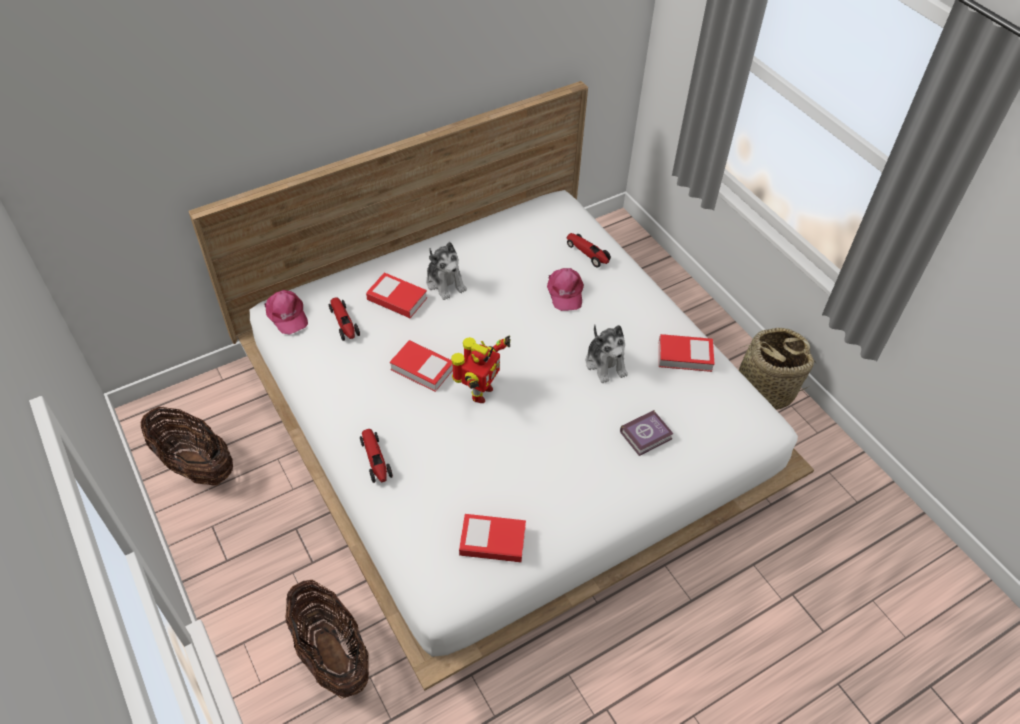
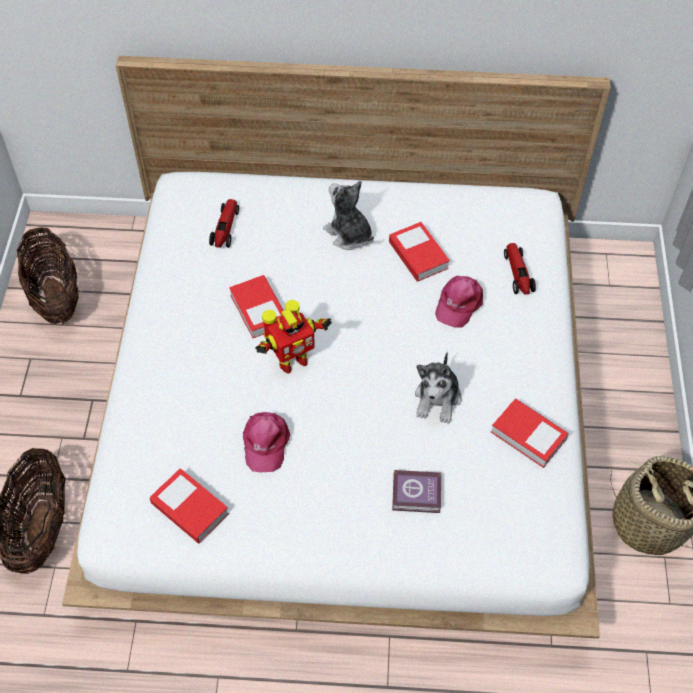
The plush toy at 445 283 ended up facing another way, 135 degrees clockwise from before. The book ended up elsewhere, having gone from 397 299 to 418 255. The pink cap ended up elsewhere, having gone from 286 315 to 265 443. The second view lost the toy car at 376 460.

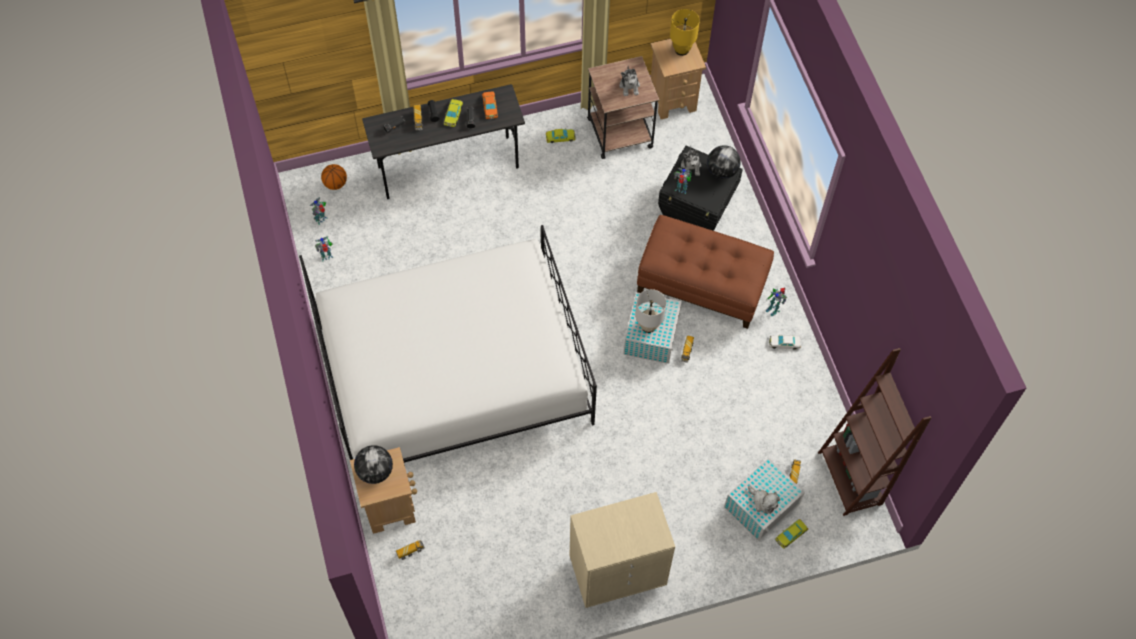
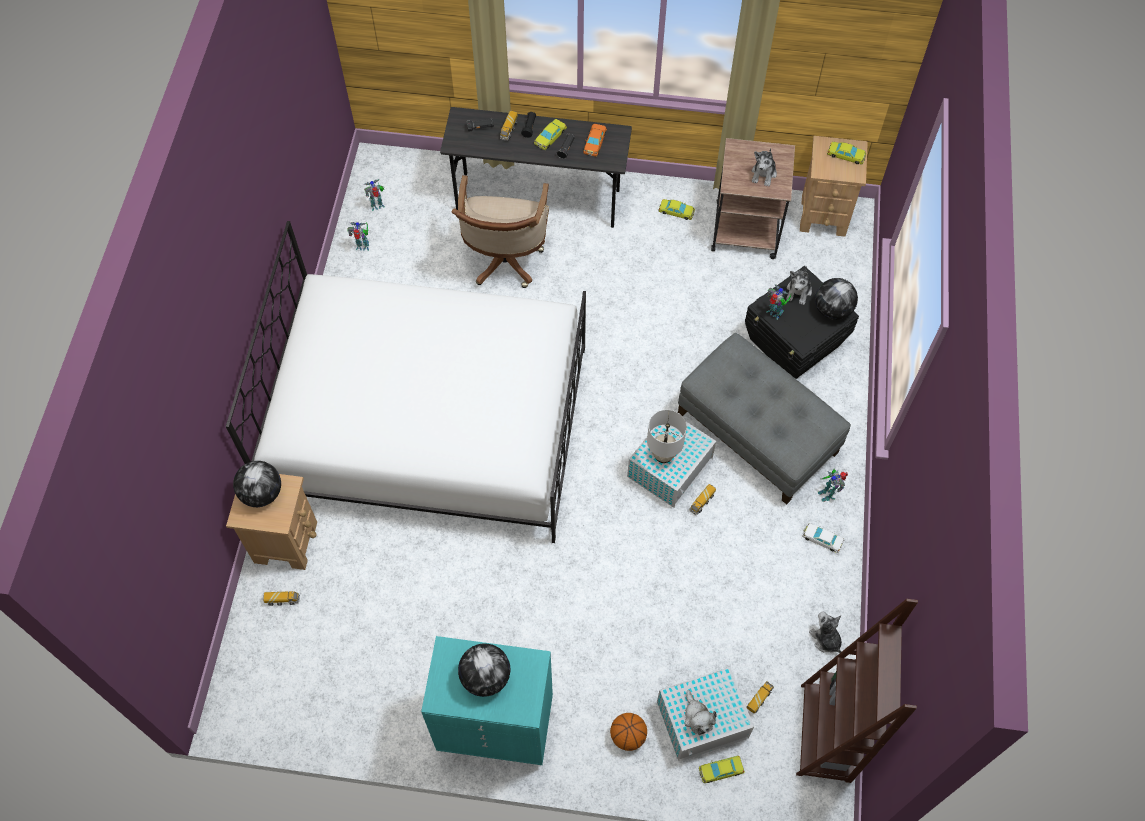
Where the yellow table lamp stood at 681 50, the yellow toy car came to stand at 846 155. The basketball ended up elsewhere, having gone from 335 184 to 628 736. What was the brown ottoman at 701 285 turned into the grey ottoman at 756 433. What was the beige cabinet at 616 573 turned into the turquoise cabinet at 494 725. The second view gained the office chair at 505 263. The second view gained the plush toy at 825 639. The second view gained the globe at 485 677.

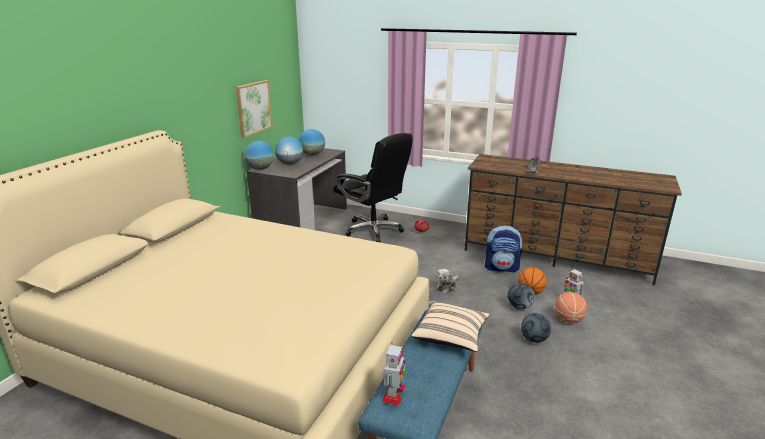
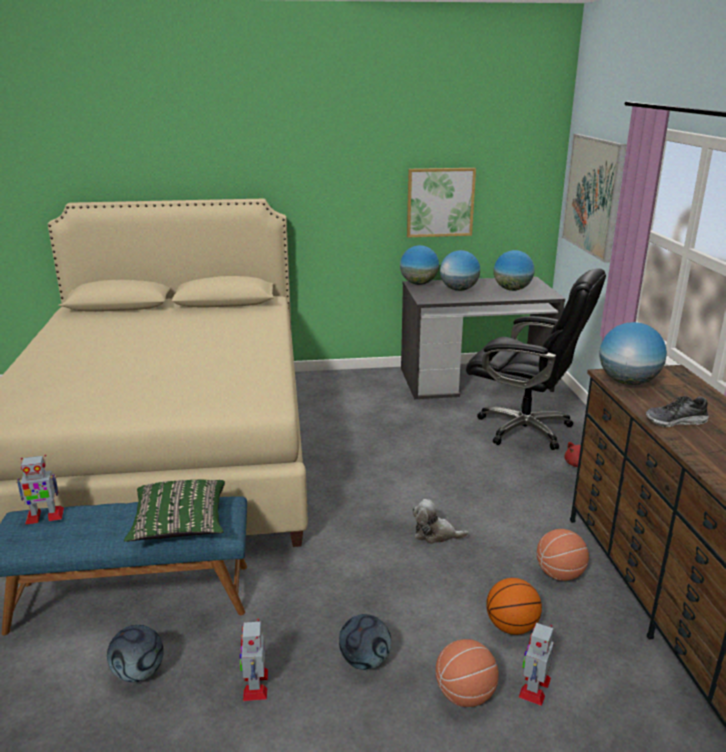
The black office chair at 372 229 ended up facing another way, 75 degrees counterclockwise from before. Where the backpack stood at 502 268, the basketball came to stand at 560 574. The football ended up elsewhere, having gone from 519 307 to 138 673. What was the beige pillow at 450 336 turned into the green pillow at 179 525. The second view gained the picture at 593 195. The second view gained the globe at 628 382. The second view gained the toy robot at 255 684.

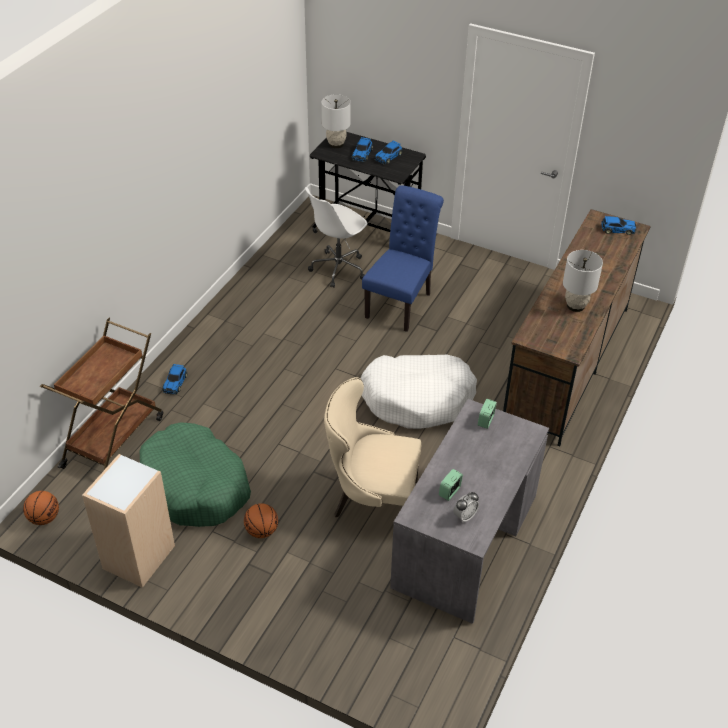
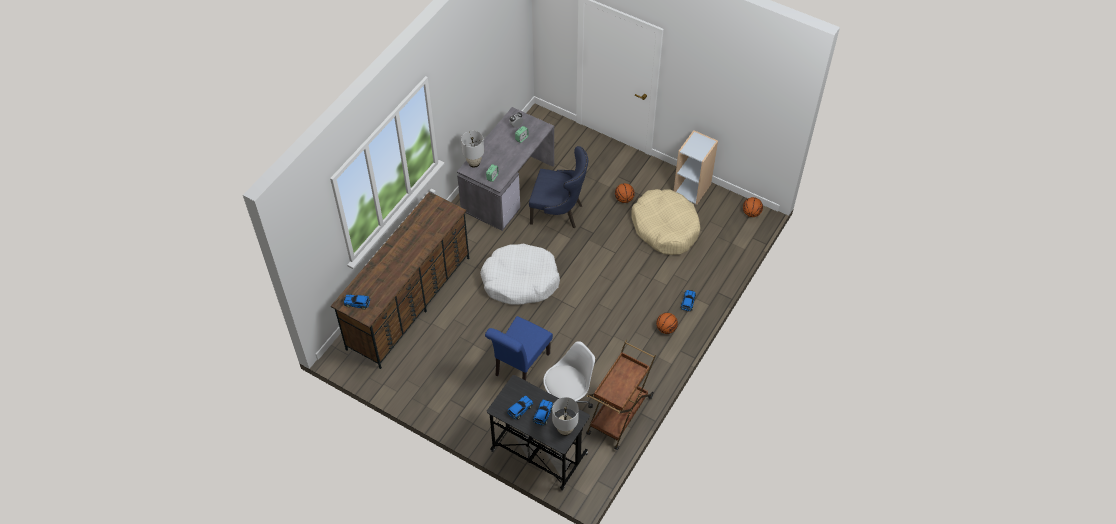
The white table lamp ended up elsewhere, having gone from 575 306 to 474 163. The brown cart ended up elsewhere, having gone from 114 442 to 619 415. What was the beige chair at 372 501 turned into the blue chair at 559 212. What was the green dog bed at 195 486 turned into the beige dog bed at 665 227. The second view gained the basketball at 666 329.

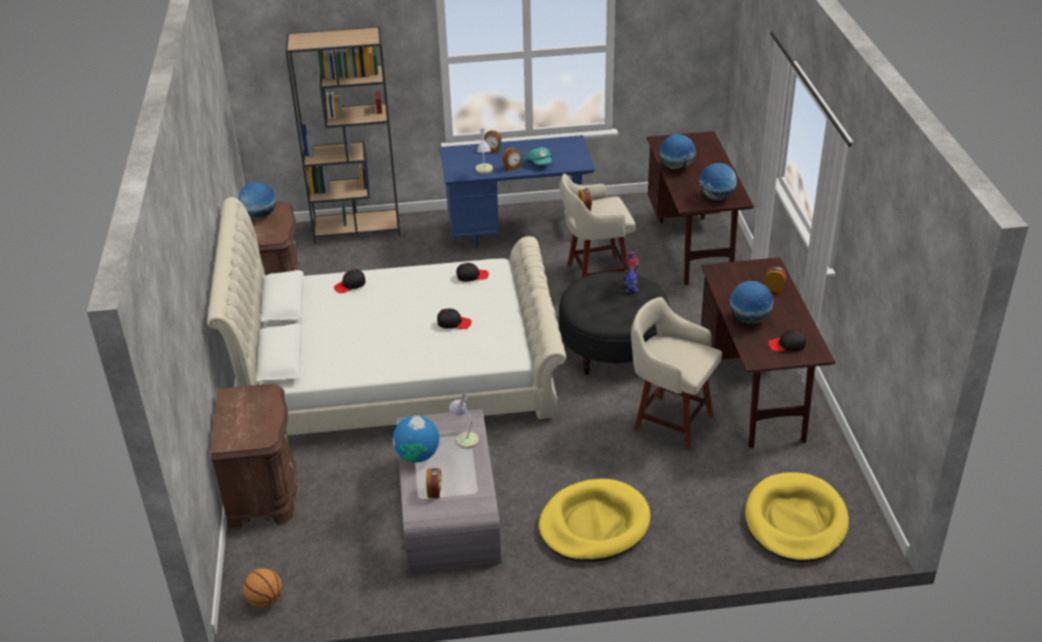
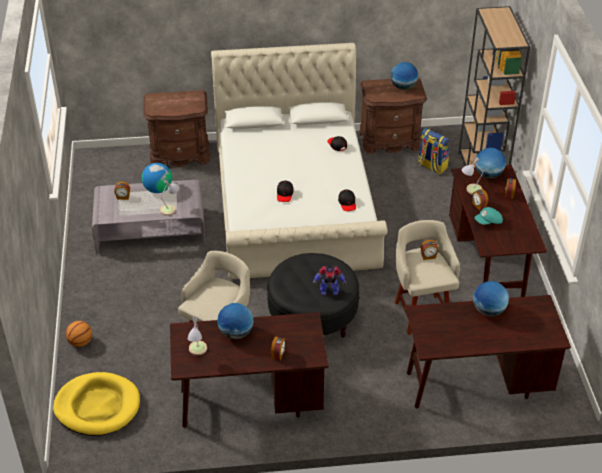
What was the blue desk at 518 231 turned into the brown desk at 488 266. The globe ended up elsewhere, having gone from 716 197 to 488 174. Where the black cap stood at 787 345, the table lamp came to stand at 197 351. The second view lost the yellow dog bed at 594 524. The basketball ended up elsewhere, having gone from 265 600 to 80 342. The second view gained the backpack at 431 166.

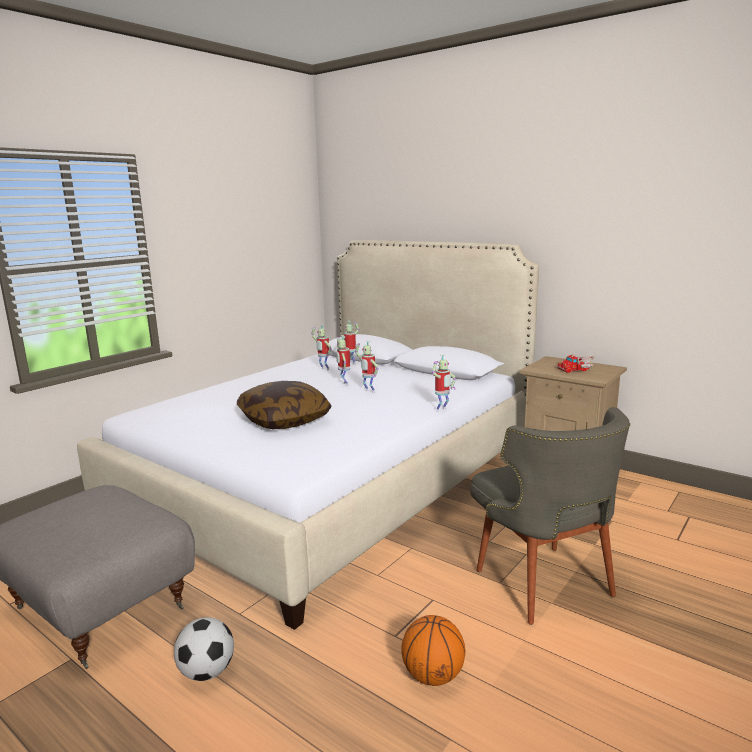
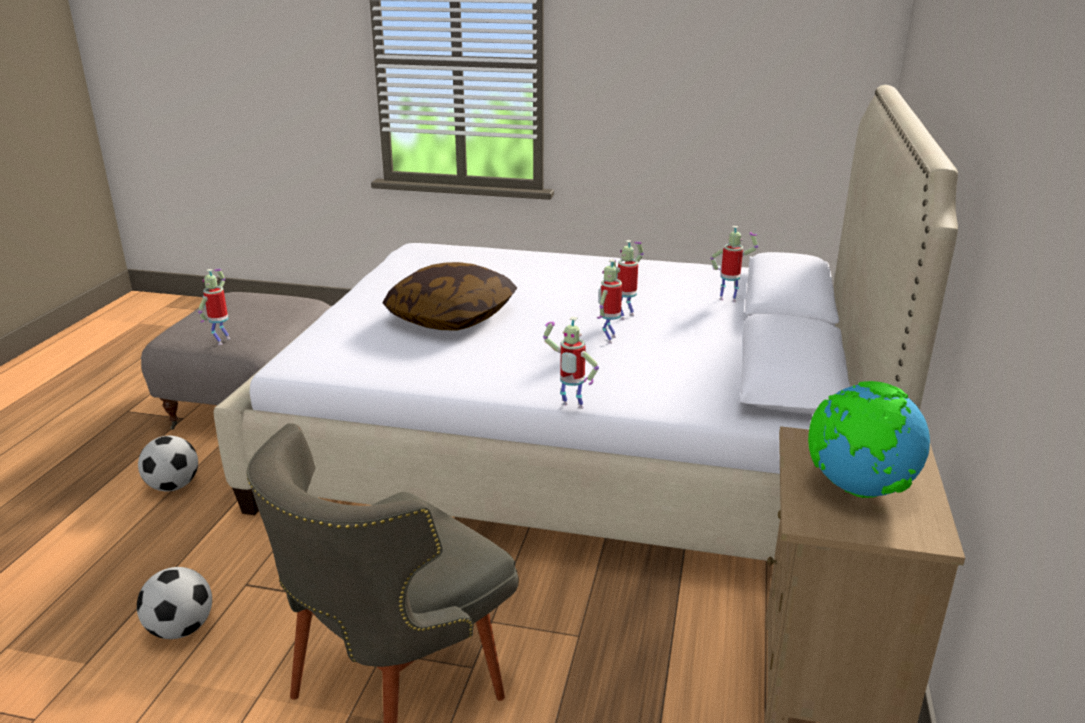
The toy robot ended up elsewhere, having gone from 323 369 to 222 340. Where the toy truck stood at 577 369, the globe came to stand at 858 489. Where the basketball stood at 433 676, the football came to stand at 181 629.

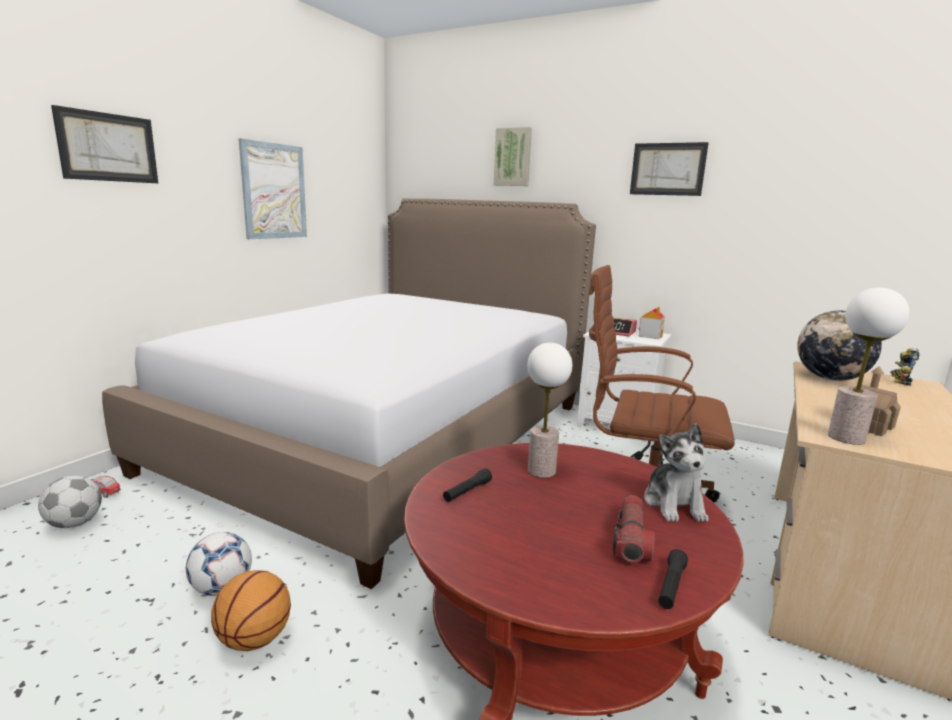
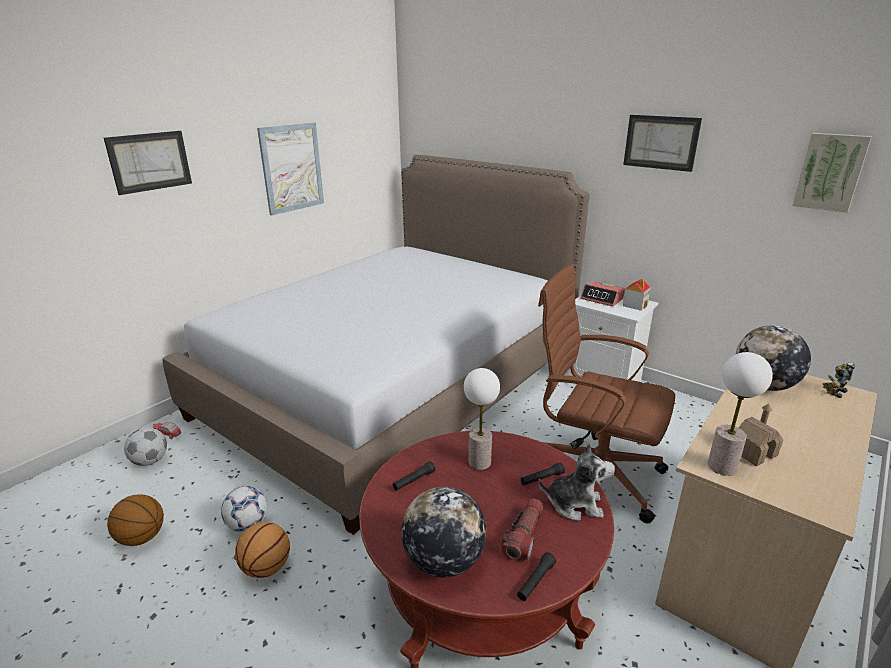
The picture ended up elsewhere, having gone from 513 157 to 830 172. The plush toy at 674 504 ended up facing another way, 90 degrees counterclockwise from before. The second view gained the black flashlight at 542 479. The second view gained the globe at 443 561. The second view gained the basketball at 142 538.

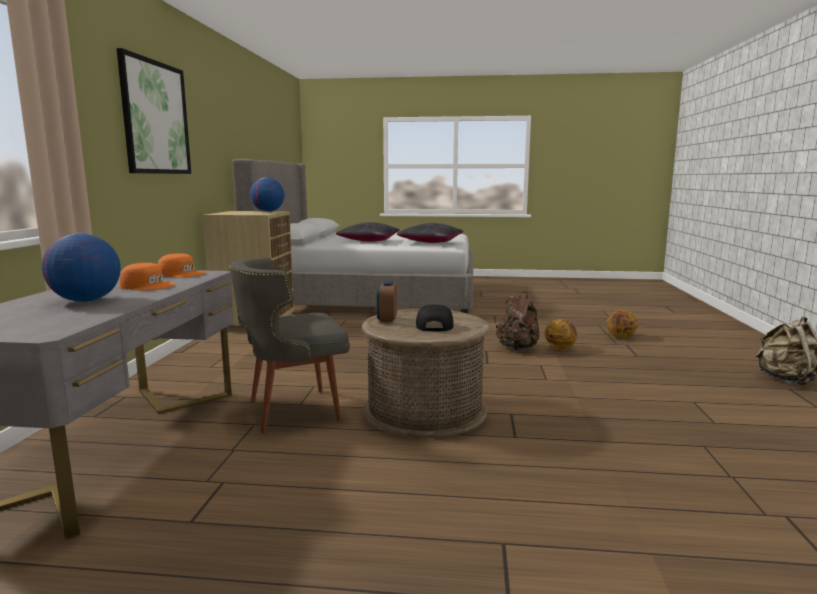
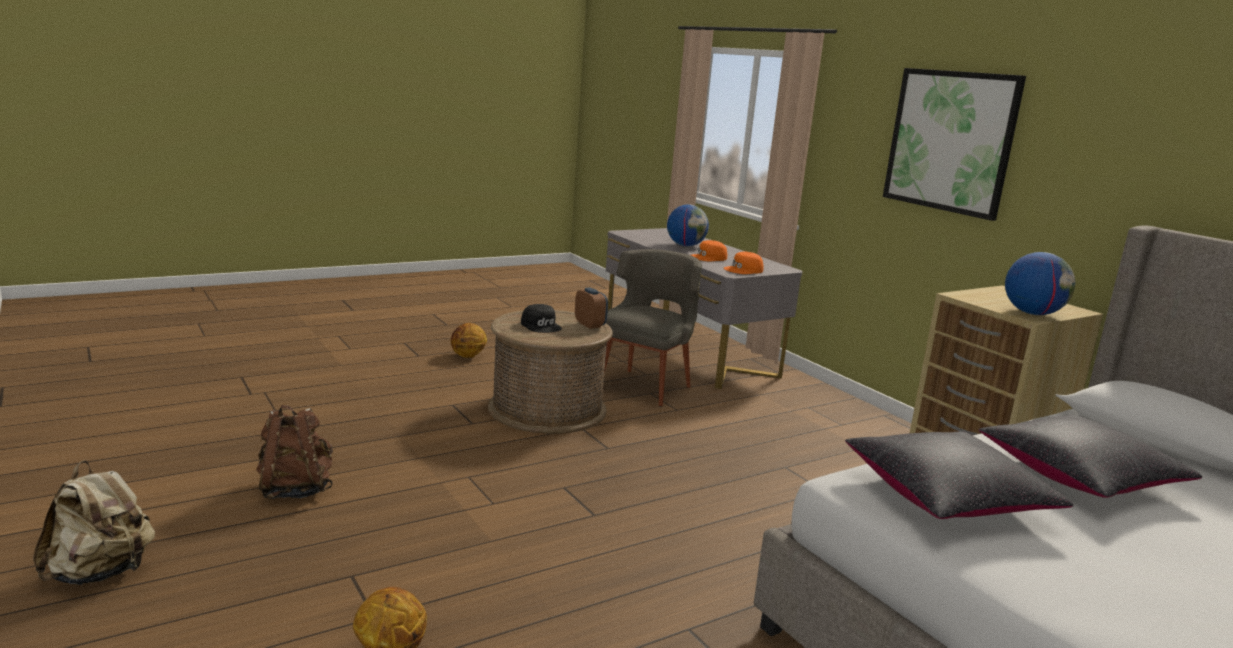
The brown backpack ended up elsewhere, having gone from 517 348 to 295 490. The basketball ended up elsewhere, having gone from 560 348 to 468 356.

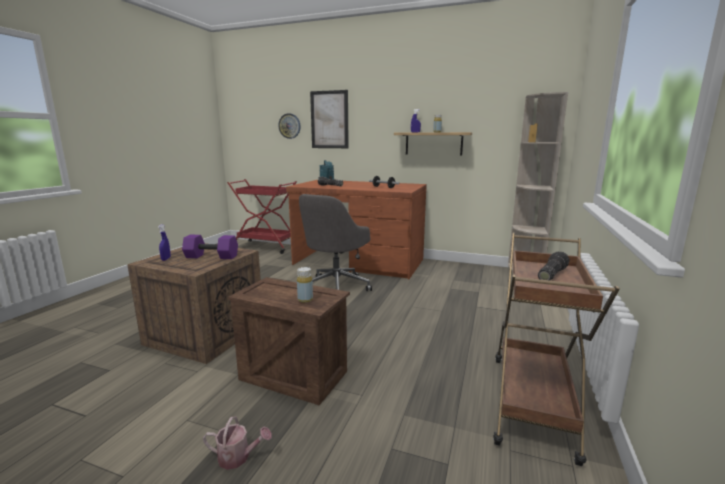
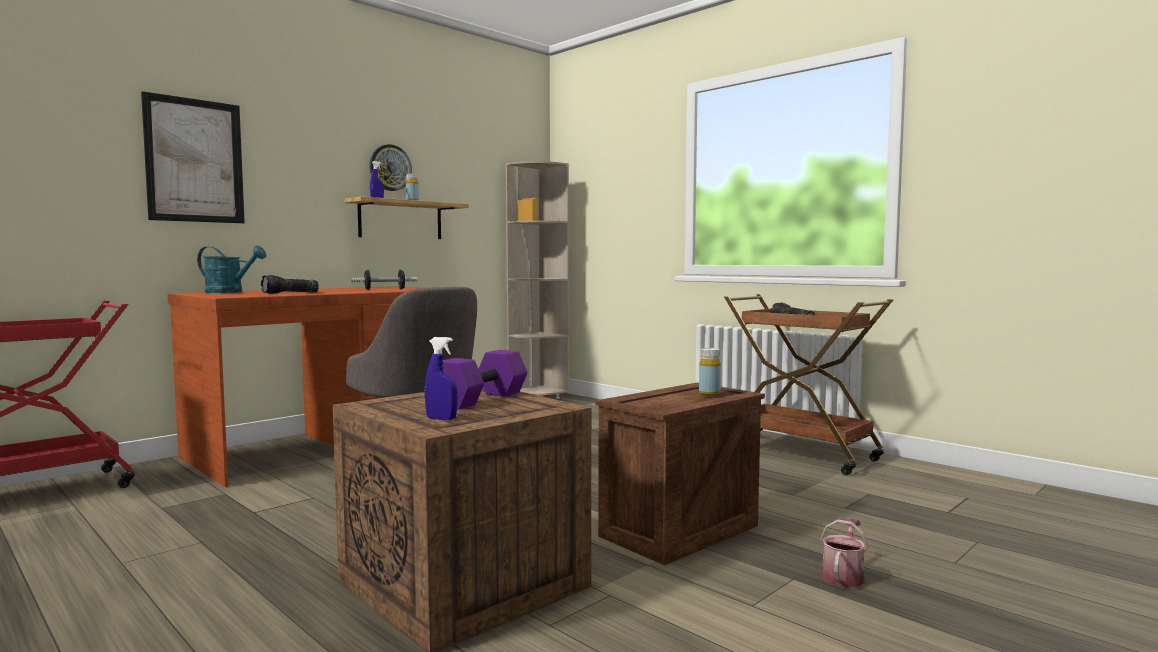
The wall clock ended up elsewhere, having gone from 289 126 to 390 168.

